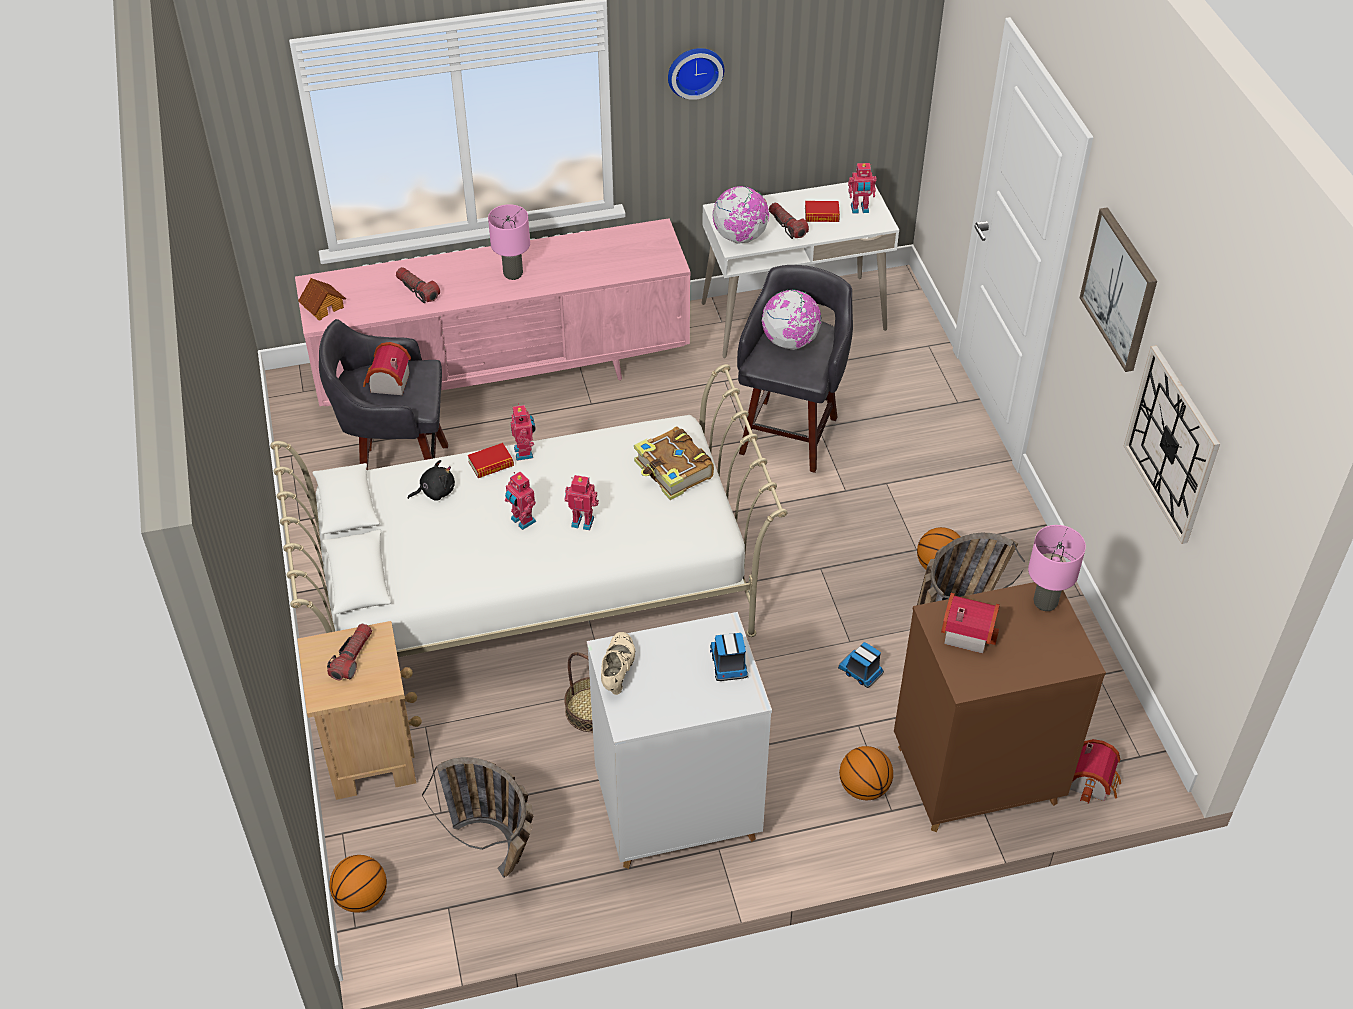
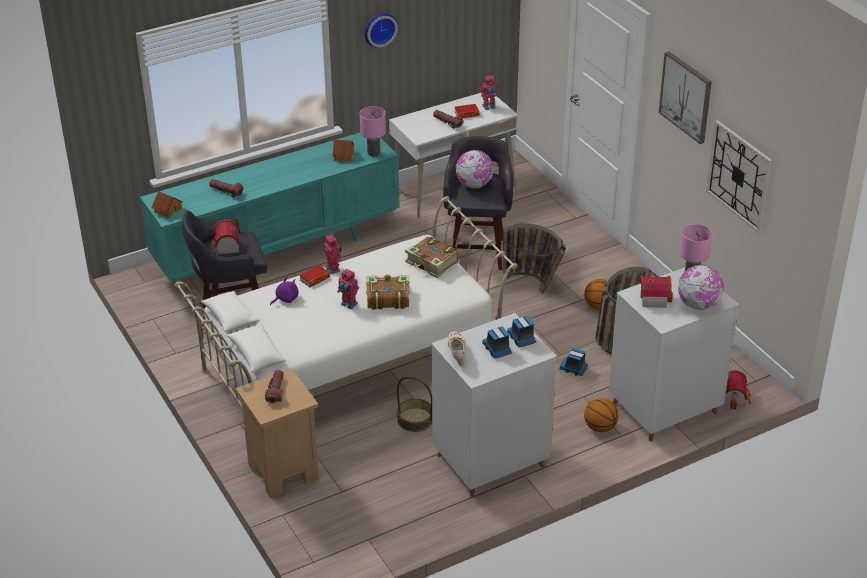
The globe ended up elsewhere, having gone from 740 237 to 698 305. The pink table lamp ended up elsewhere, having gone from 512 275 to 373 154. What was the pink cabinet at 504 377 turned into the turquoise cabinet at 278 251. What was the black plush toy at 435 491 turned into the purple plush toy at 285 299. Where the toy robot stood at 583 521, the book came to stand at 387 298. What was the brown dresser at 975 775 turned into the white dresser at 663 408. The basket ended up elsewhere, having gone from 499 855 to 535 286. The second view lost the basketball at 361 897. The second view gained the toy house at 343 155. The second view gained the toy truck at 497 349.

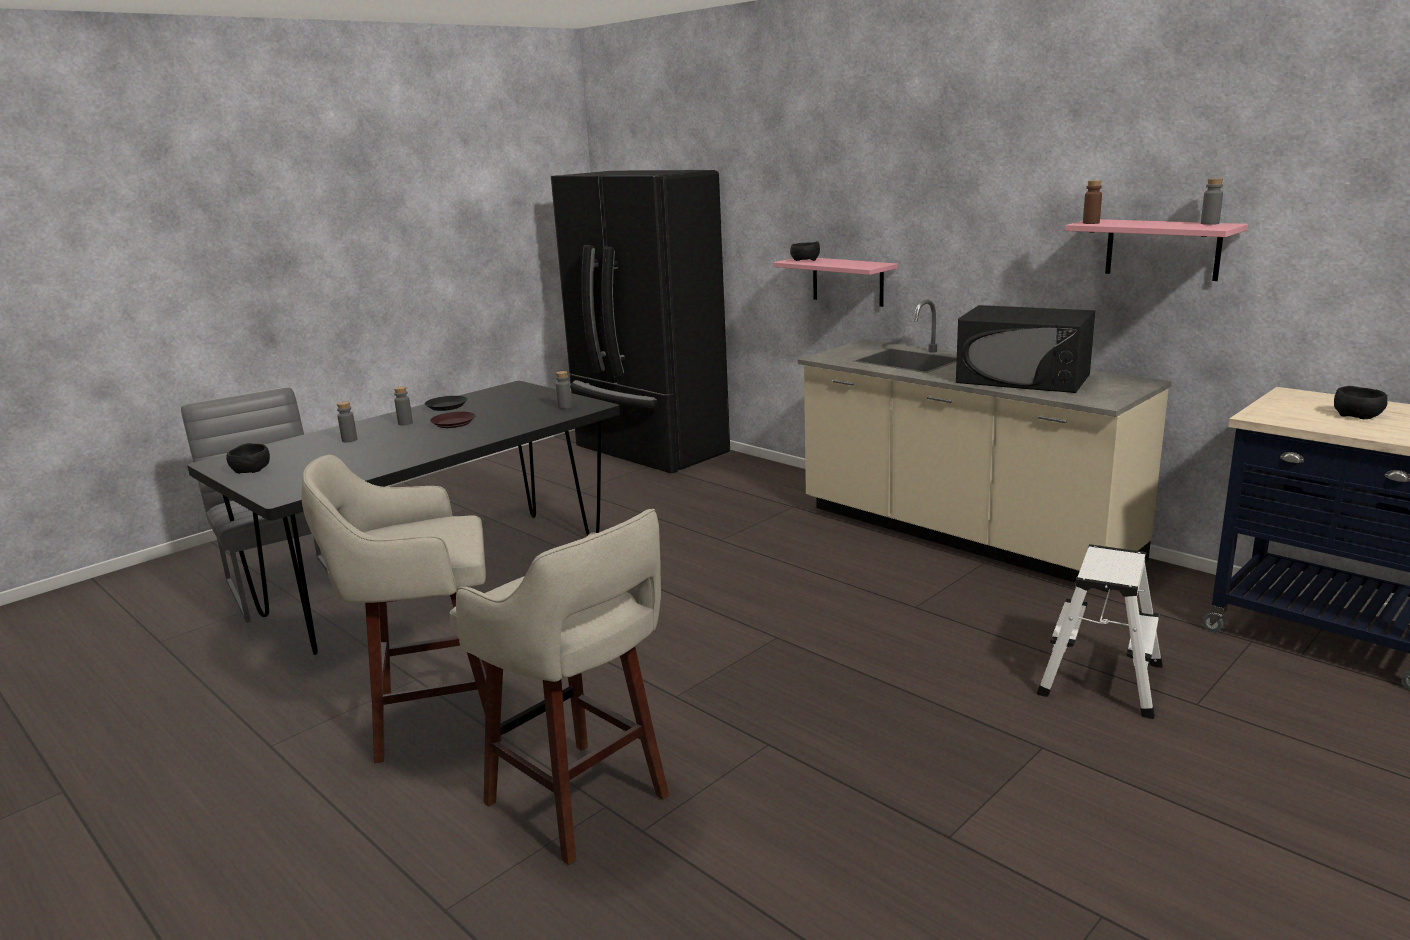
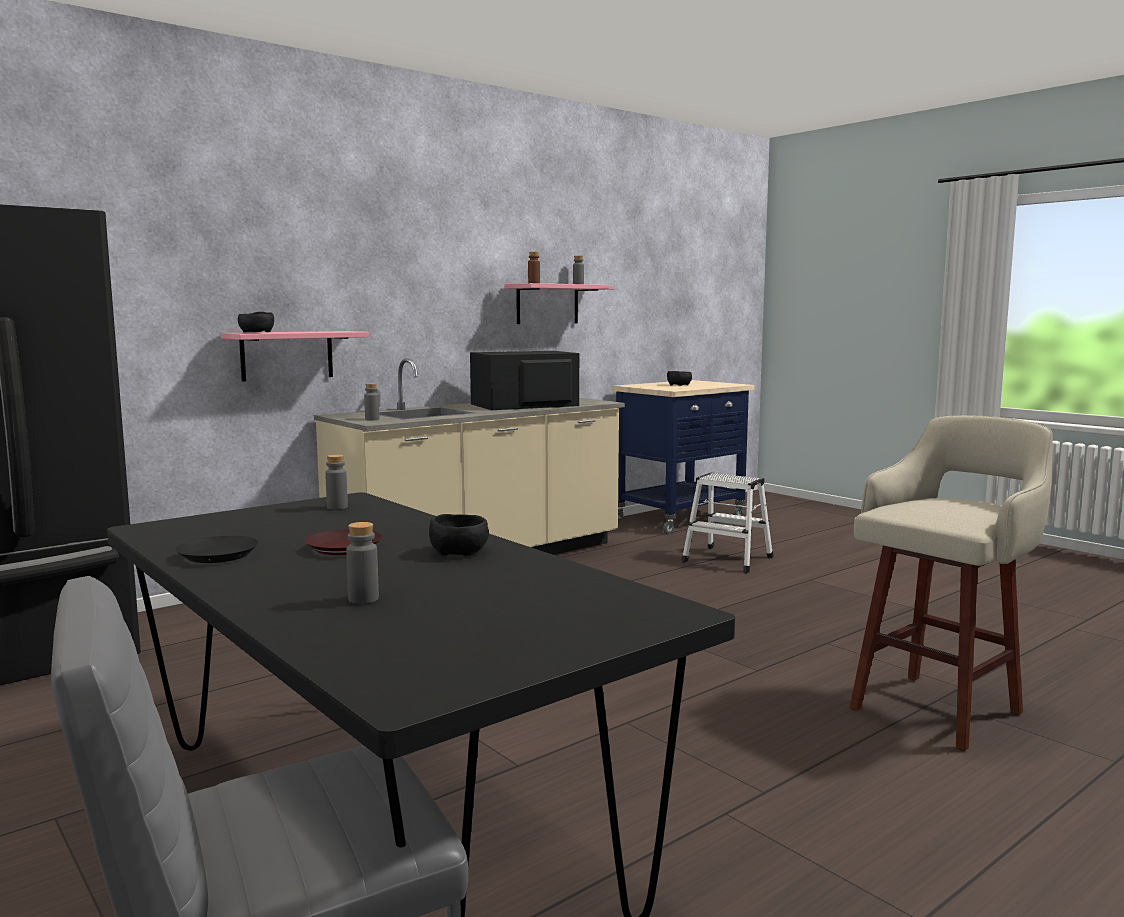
The black microwave at 1023 378 ended up facing another way, 150 degrees counterclockwise from before. The grey bottle ended up elsewhere, having gone from 405 423 to 372 419. The black bowl ended up elsewhere, having gone from 251 470 to 460 551. The second view lost the beige stool at 431 721.

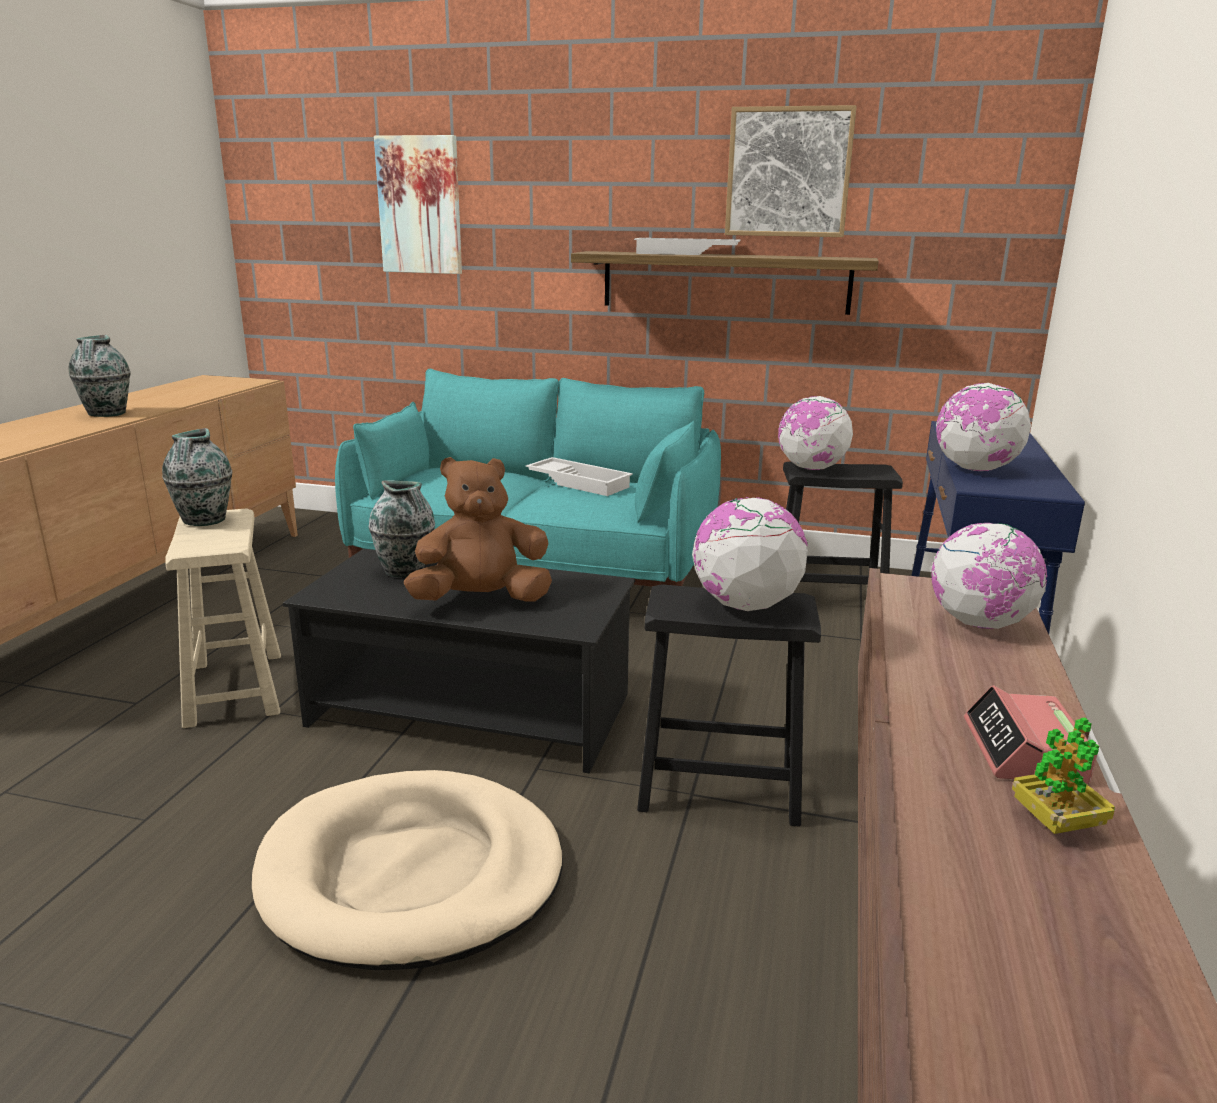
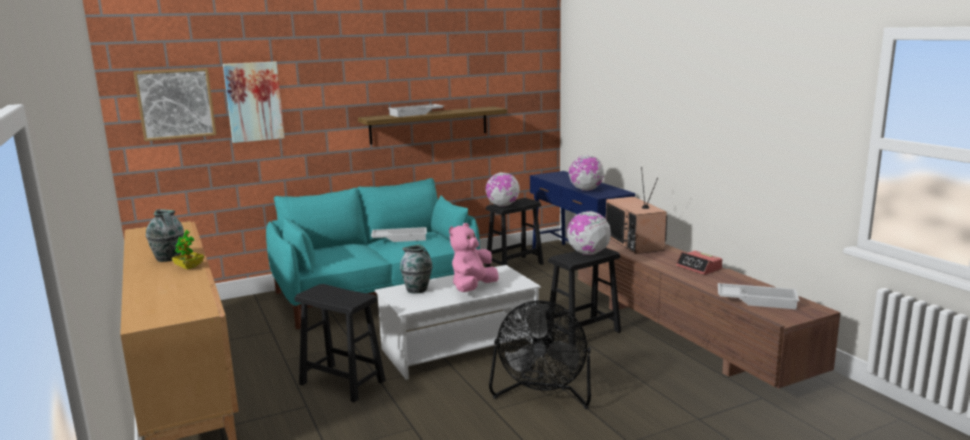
The picture ended up elsewhere, having gone from 788 172 to 176 104. The second view lost the vase at 204 521. What was the brown plush toy at 481 600 turned into the pink plush toy at 473 288. What was the beige stool at 234 689 turned into the black stool at 342 383. Where the globe stood at 980 624, the television came to stand at 635 242. What was the black coffee table at 473 710 turned into the white coffee table at 460 347. The potted plant ended up elsewhere, having gone from 1056 822 to 189 267. Where the beige dog bed stood at 412 875, the black fan came to stand at 540 393. The second view gained the white tray at 757 300.

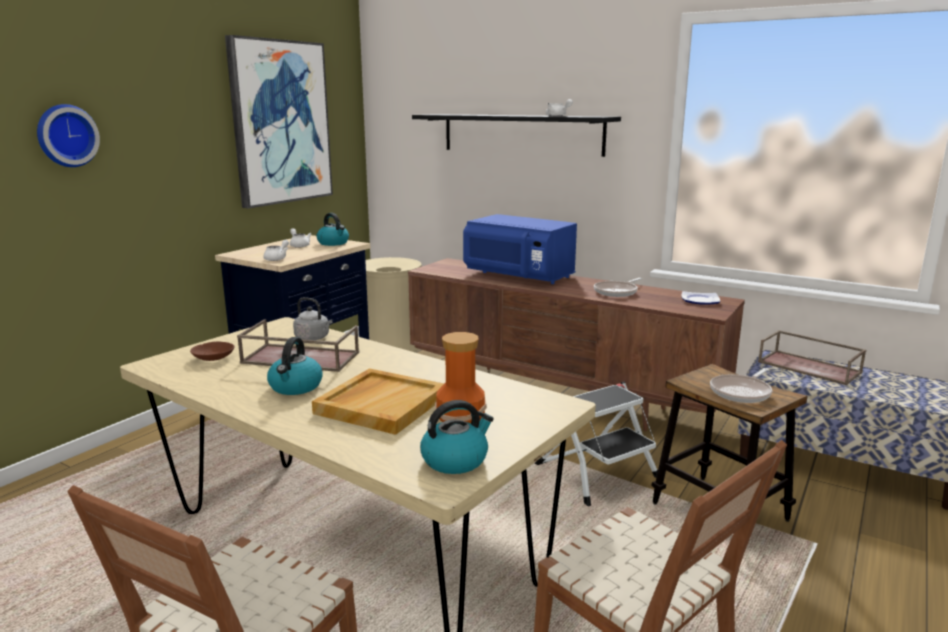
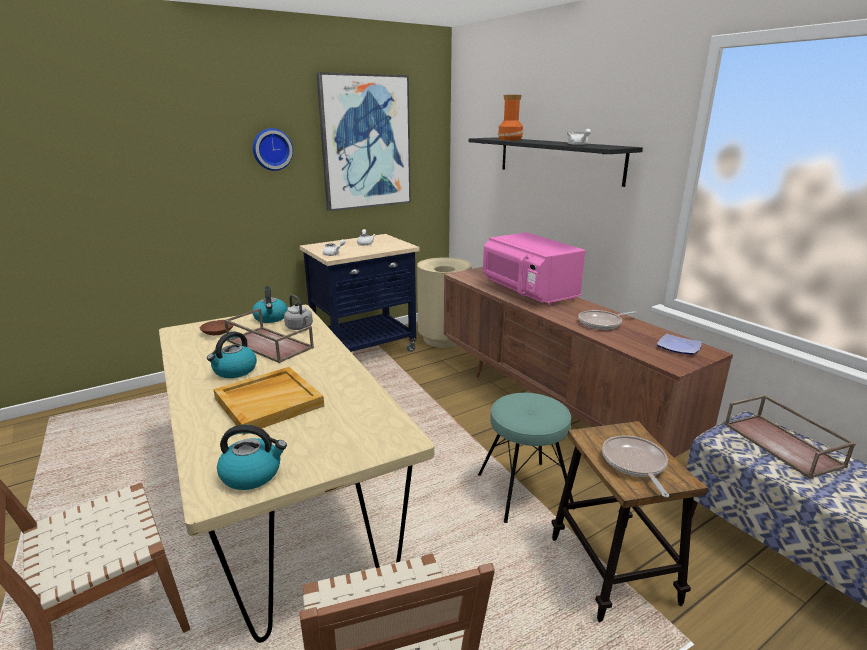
The wall clock ended up elsewhere, having gone from 66 135 to 272 149. The kettle ended up elsewhere, having gone from 333 243 to 271 318. What was the blue microwave at 519 276 turned into the pink microwave at 529 292. The vase ended up elsewhere, having gone from 461 417 to 510 139. The frying pan at 742 392 ended up facing another way, 105 degrees clockwise from before. Where the step ladder stood at 596 473, the turquoise stool came to stand at 524 491.

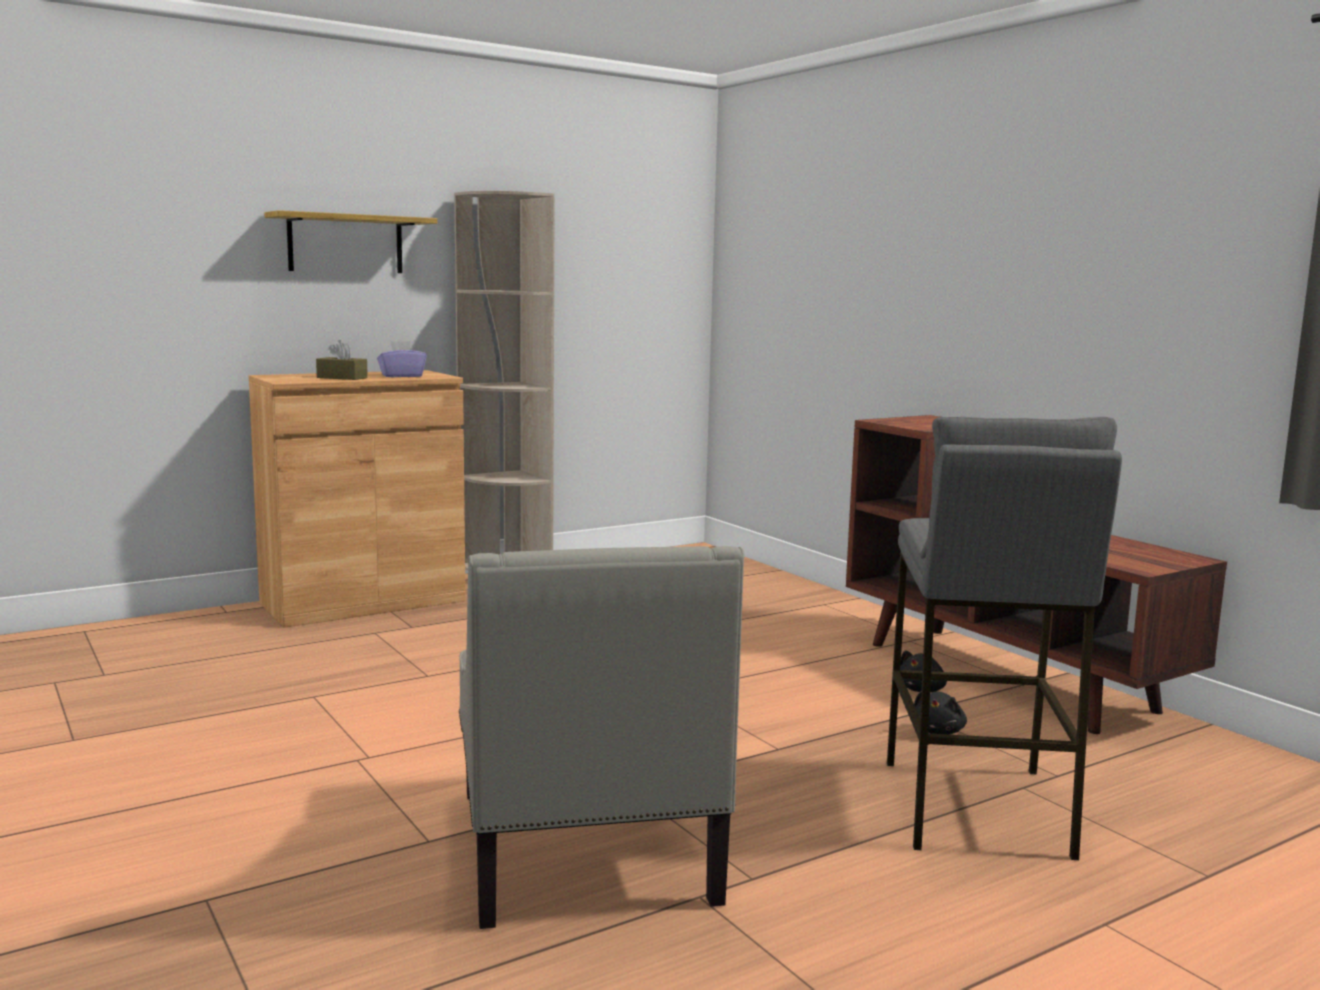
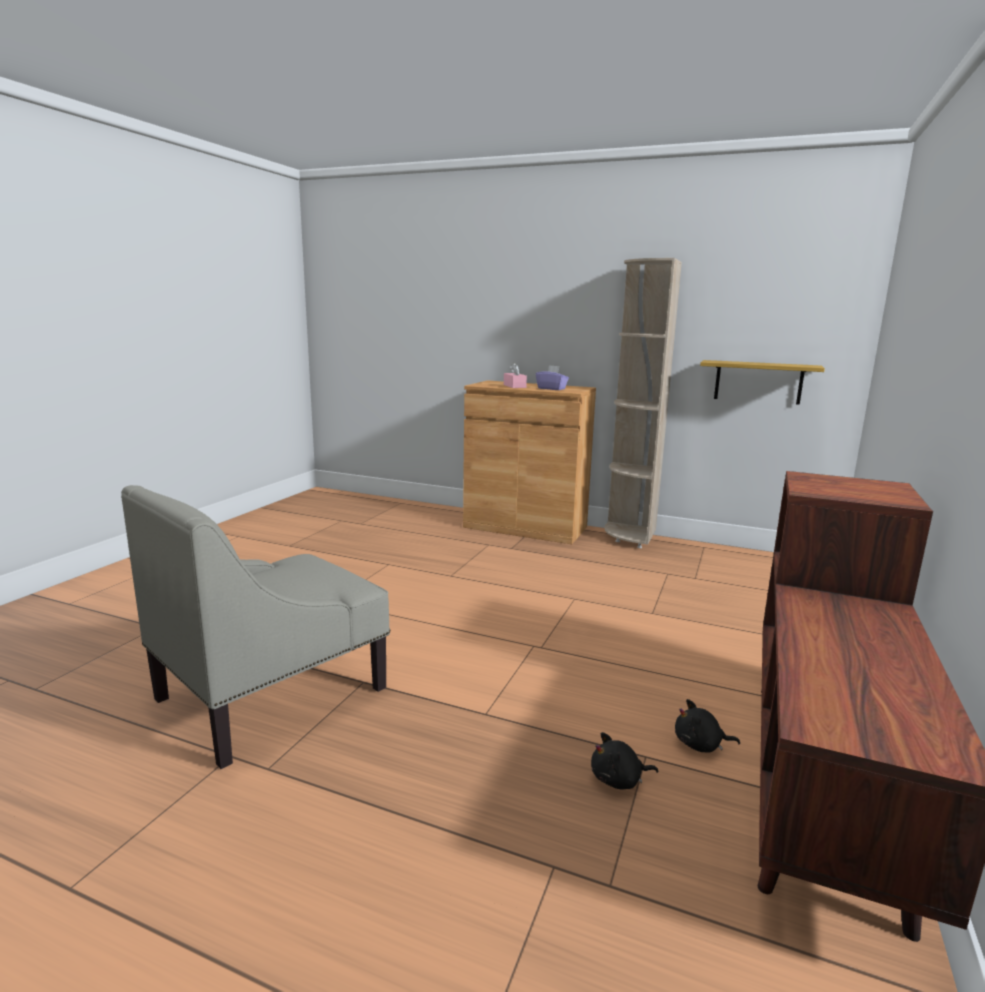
The shelf ended up elsewhere, having gone from 345 244 to 758 382. What was the brown tissue box at 342 378 turned into the pink tissue box at 514 386. The second view lost the grey stool at 975 807.

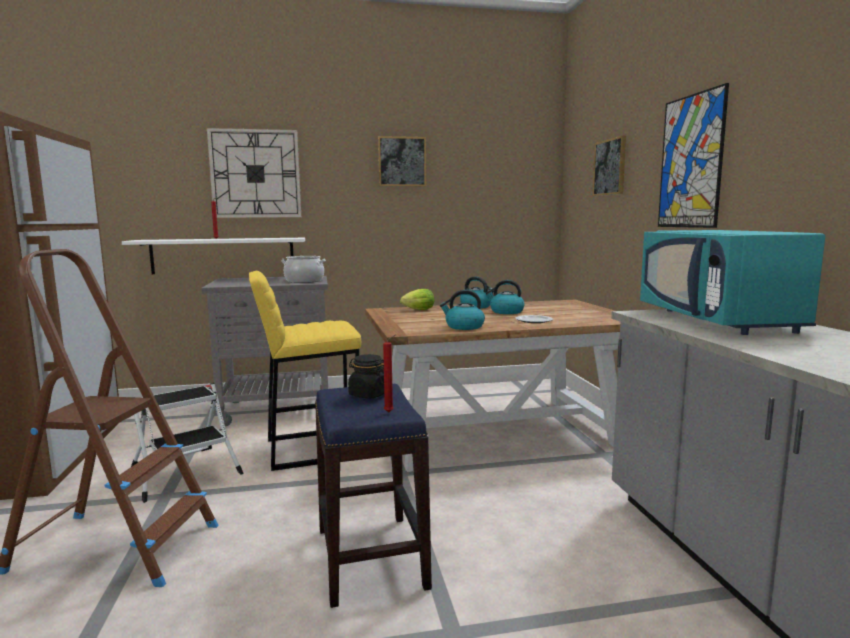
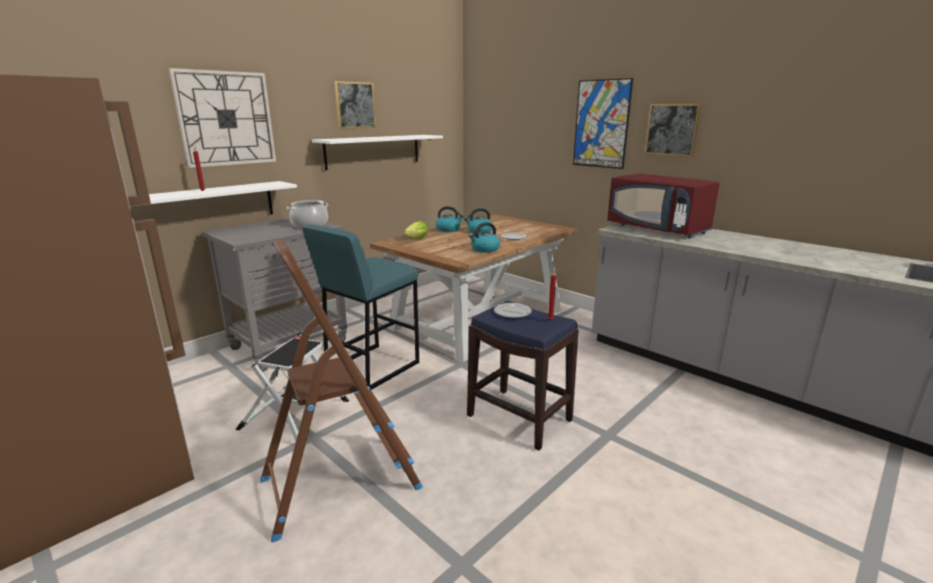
The picture ended up elsewhere, having gone from 610 167 to 672 129. What was the turquoise microwave at 717 320 turned into the red microwave at 658 229. What was the yellow stool at 309 449 turned into the turquoise stool at 371 367. Where the black jar stood at 368 394, the plate came to stand at 513 312. The second view gained the white shelf at 373 151.

